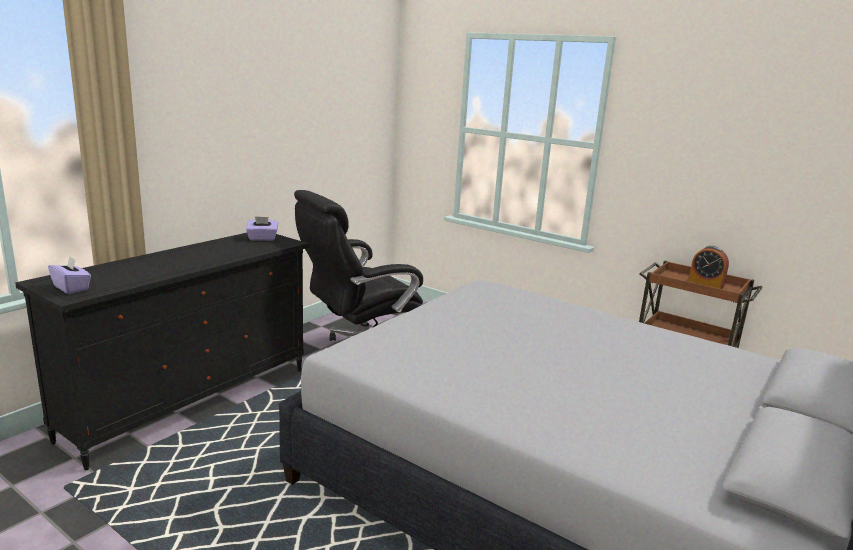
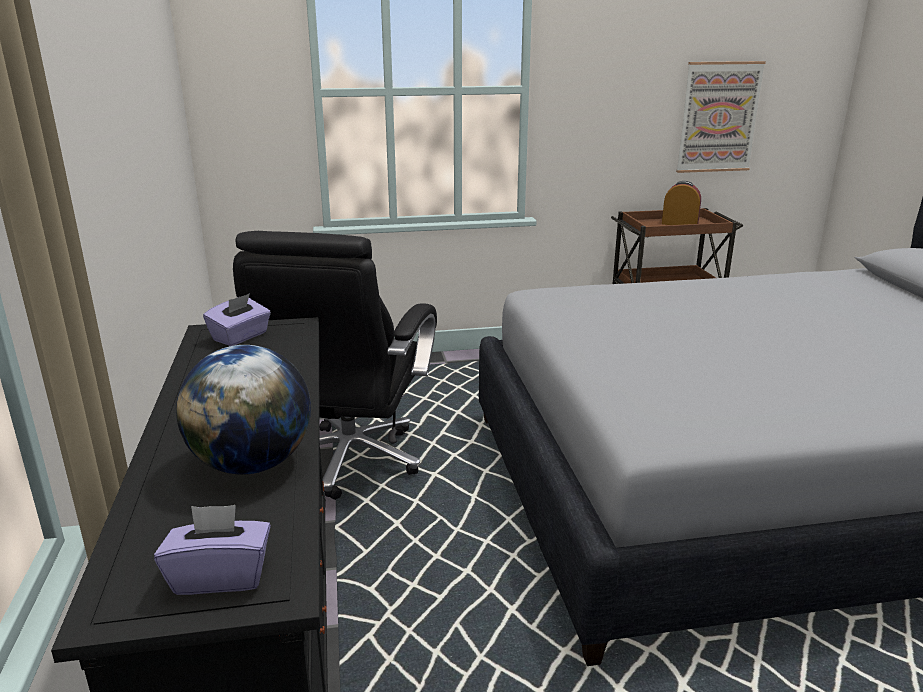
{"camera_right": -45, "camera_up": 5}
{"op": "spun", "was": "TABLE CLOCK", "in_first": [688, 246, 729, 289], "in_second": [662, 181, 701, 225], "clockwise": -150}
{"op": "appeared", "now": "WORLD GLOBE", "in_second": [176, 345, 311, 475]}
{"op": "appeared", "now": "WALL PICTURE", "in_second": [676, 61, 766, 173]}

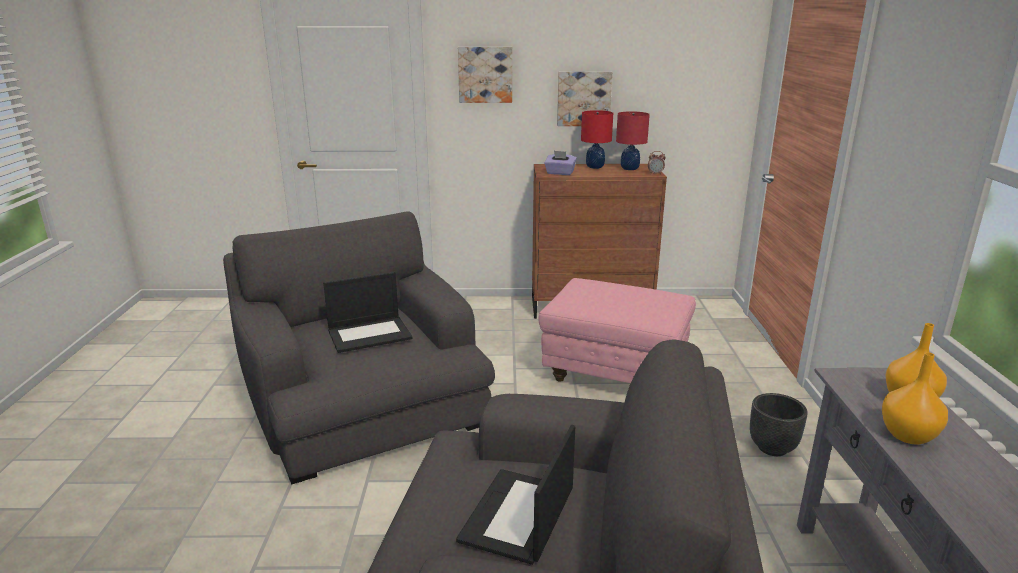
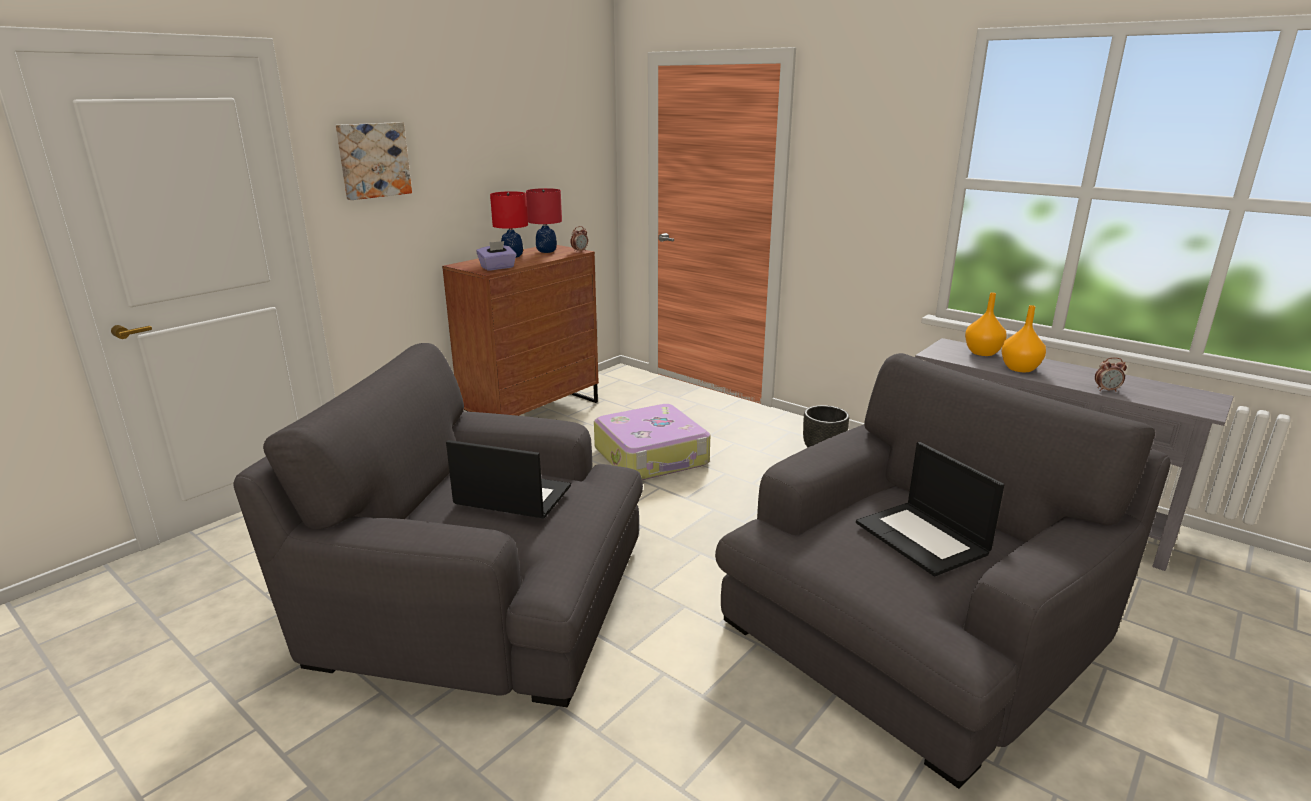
{"camera_right": -50, "camera_up": 0}
{"op": "spun", "was": "LAPTOP", "in_first": [323, 272, 412, 353], "in_second": [446, 440, 571, 518], "clockwise": -90}
{"op": "exchanged", "was": "PINK-COLOURED FOOTREST", "now": "PIECE OF LUGGAGE", "in_first": [538, 278, 696, 383], "in_second": [594, 404, 710, 480]}
{"op": "missing", "was": "WALL PICTURE", "in_first": [557, 71, 612, 126]}
{"op": "appeared", "now": "TABLE CLOCK", "in_second": [1095, 357, 1127, 392]}

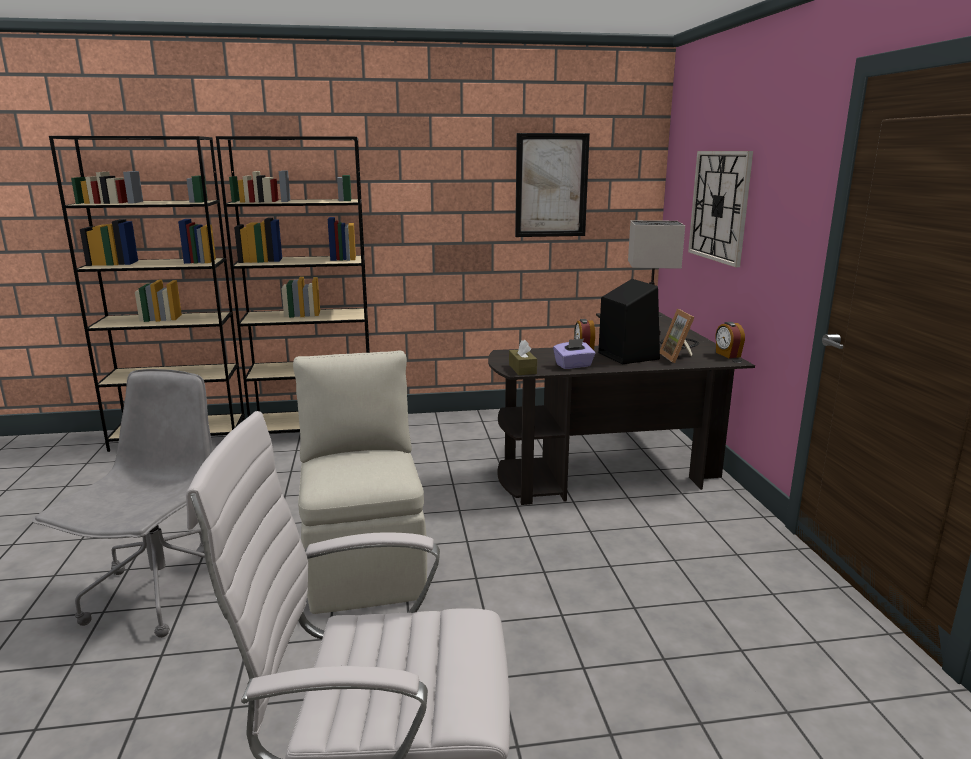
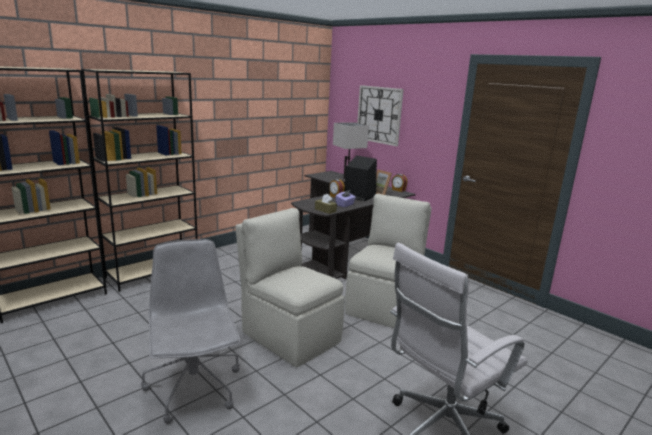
{"camera_right": -35, "camera_up": 0}
{"op": "missing", "was": "WALL PICTURE", "in_first": [515, 133, 590, 237]}
{"op": "appeared", "now": "BEIGE-COLOURED CHAIR", "in_second": [345, 194, 431, 328]}

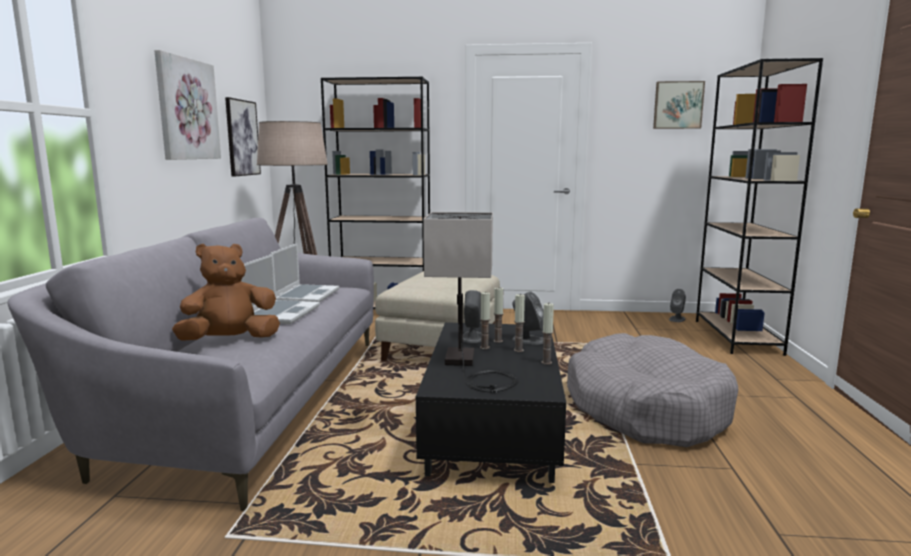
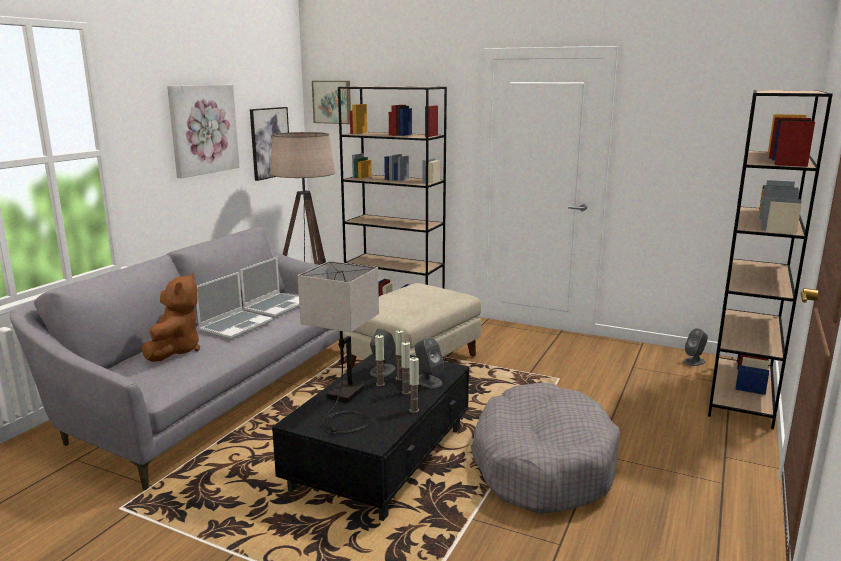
{"camera_right": 20, "camera_up": 5}
{"op": "spun", "was": "BROWN SOFT TOY", "in_first": [172, 244, 280, 341], "in_second": [142, 273, 200, 362], "clockwise": 105}
{"op": "relocated", "was": "WALL PICTURE", "in_first": [653, 81, 705, 129], "in_second": [312, 81, 351, 124]}

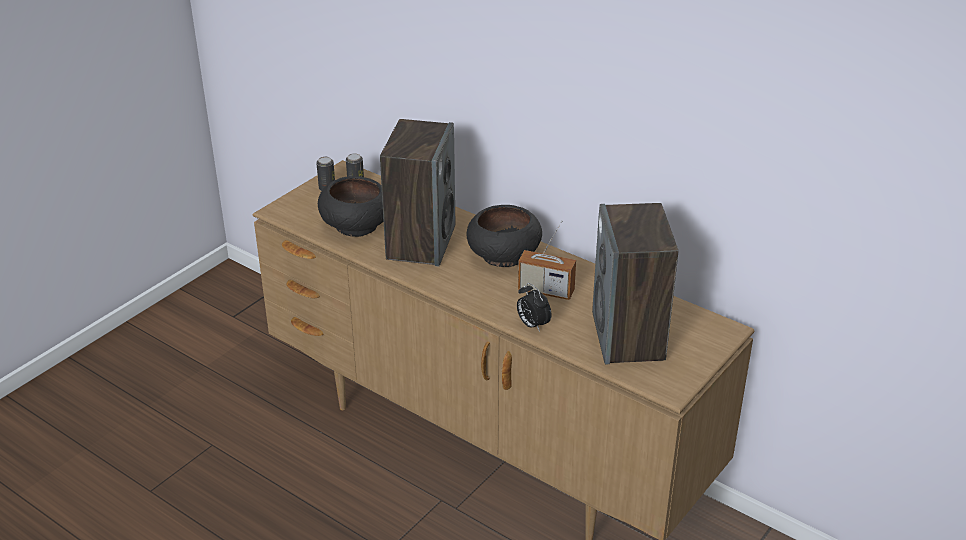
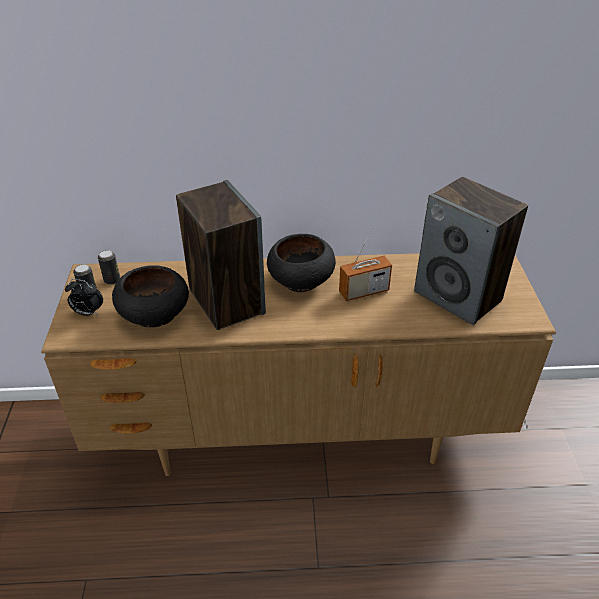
{"camera_right": -40, "camera_up": 5}
{"op": "relocated", "was": "TABLE CLOCK", "in_first": [517, 283, 551, 332], "in_second": [65, 279, 103, 316]}

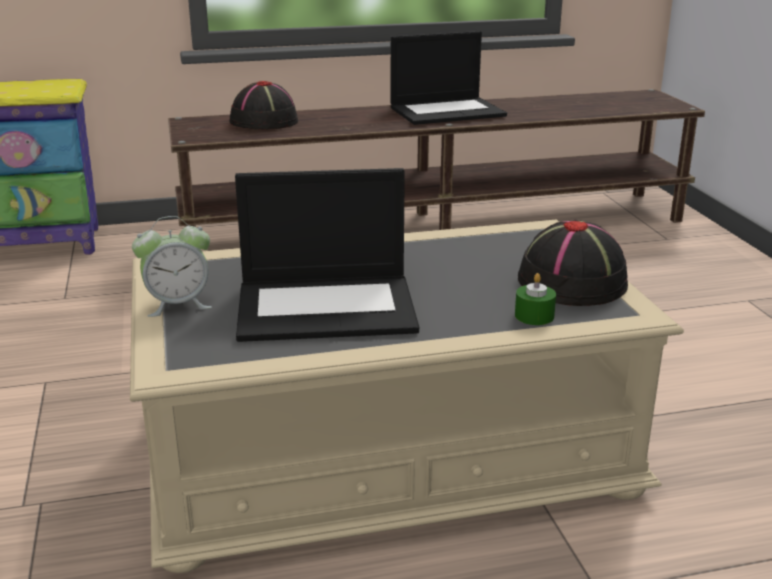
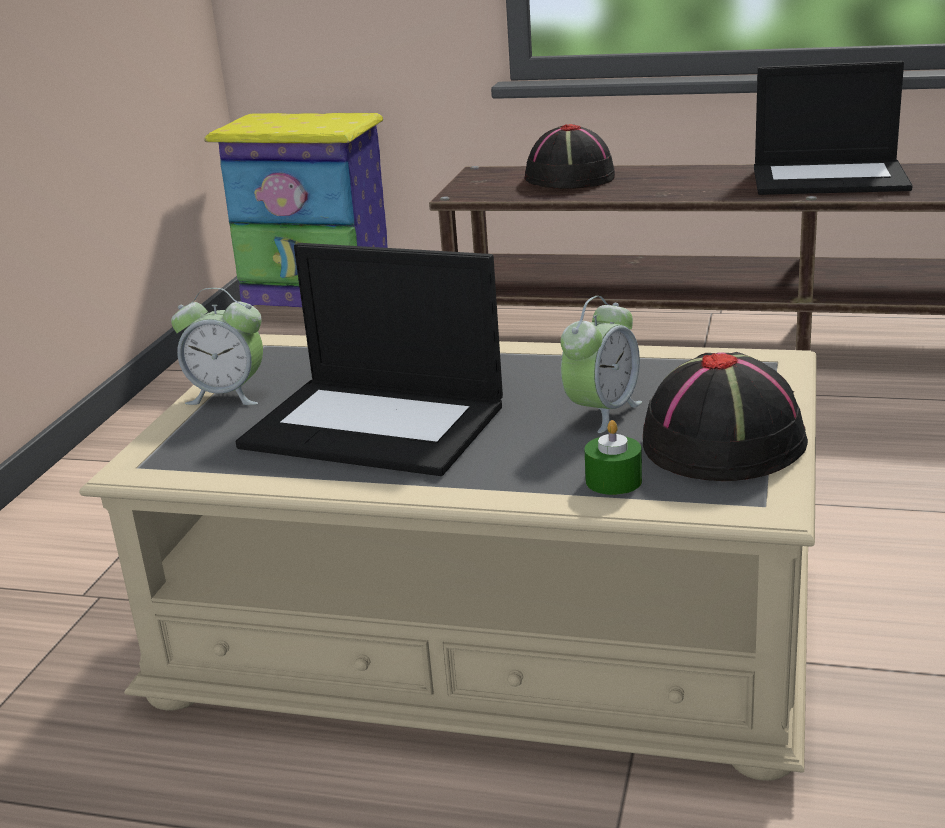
{"camera_right": 30, "camera_up": 0}
{"op": "appeared", "now": "TABLE CLOCK", "in_second": [561, 296, 642, 433]}

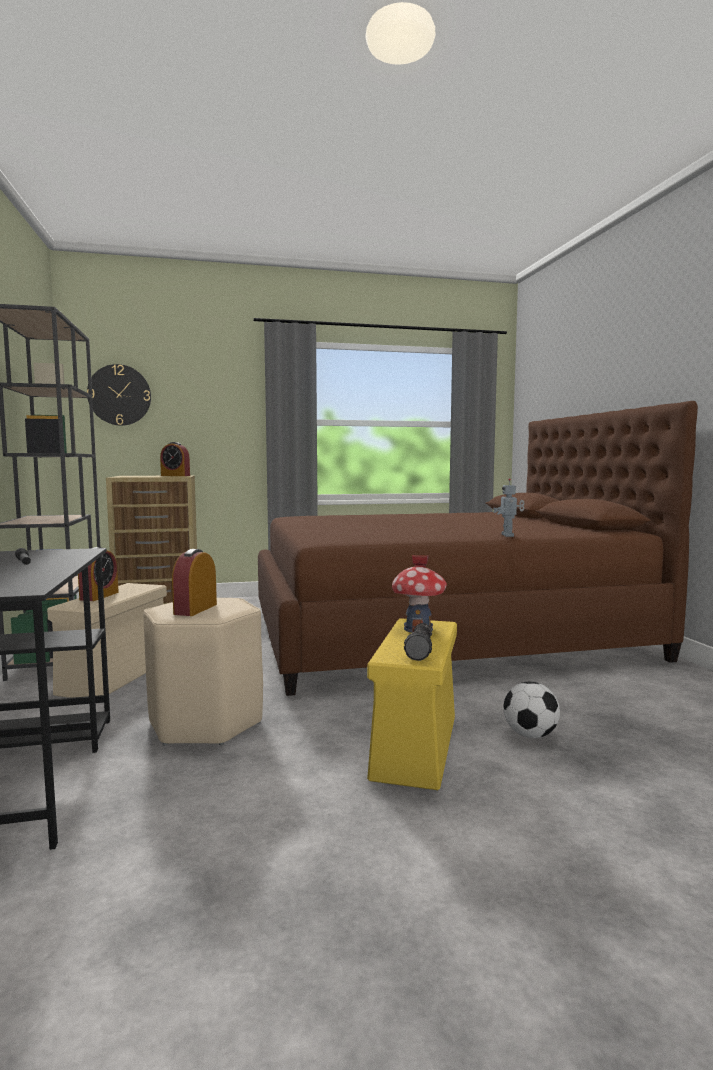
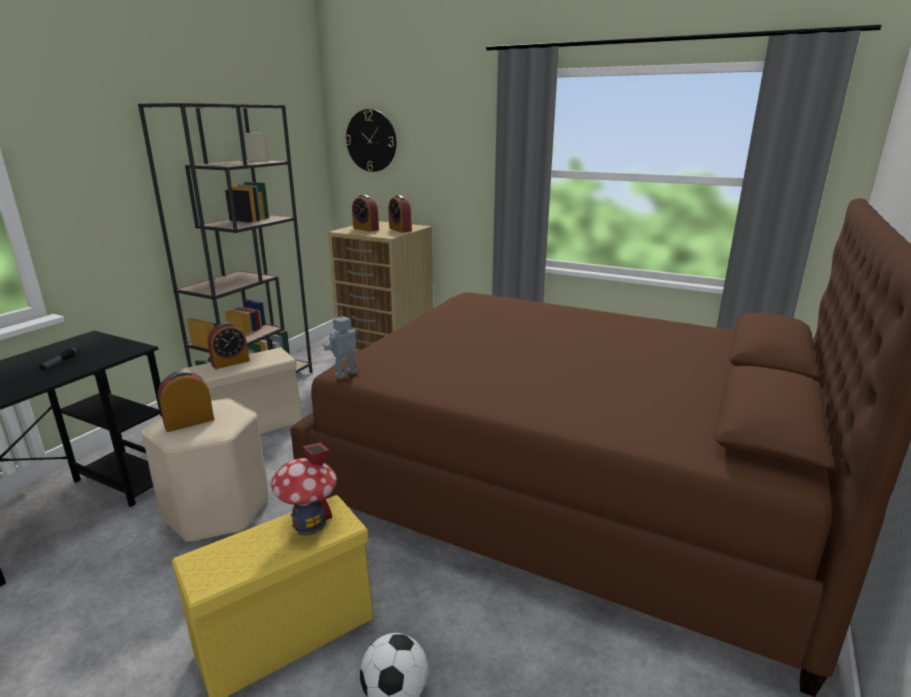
{"camera_right": 40, "camera_up": 15}
{"op": "missing", "was": "TORCH", "in_first": [404, 623, 432, 661]}
{"op": "relocated", "was": "TOY ROBOT", "in_first": [493, 478, 525, 537], "in_second": [323, 311, 357, 379]}
{"op": "appeared", "now": "TABLE CLOCK", "in_second": [352, 195, 379, 232]}

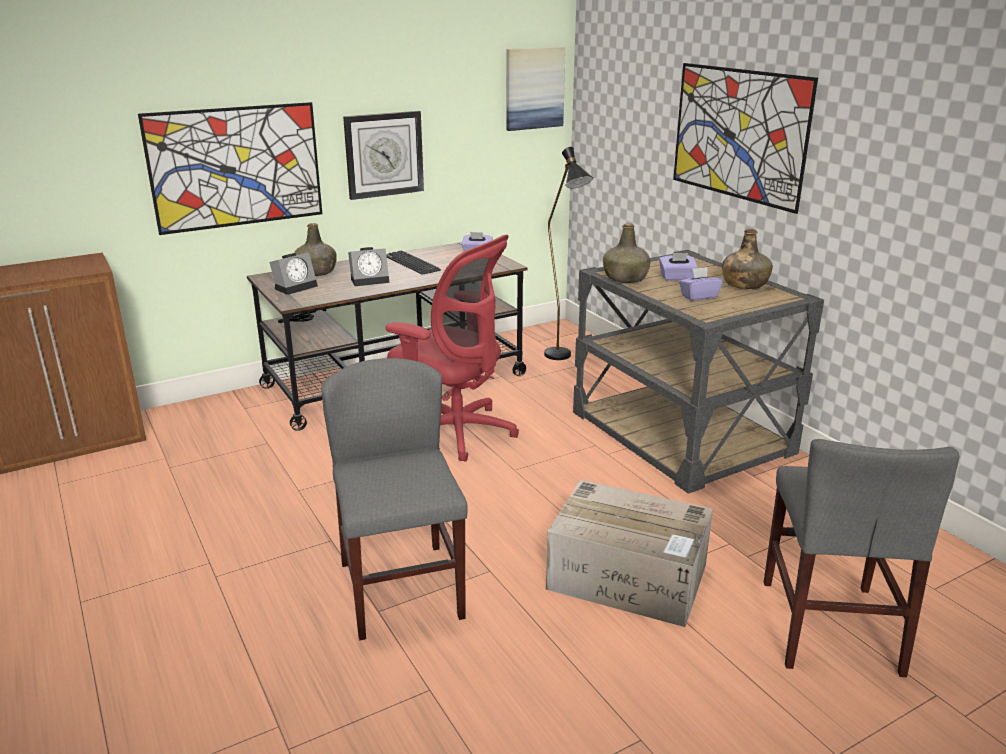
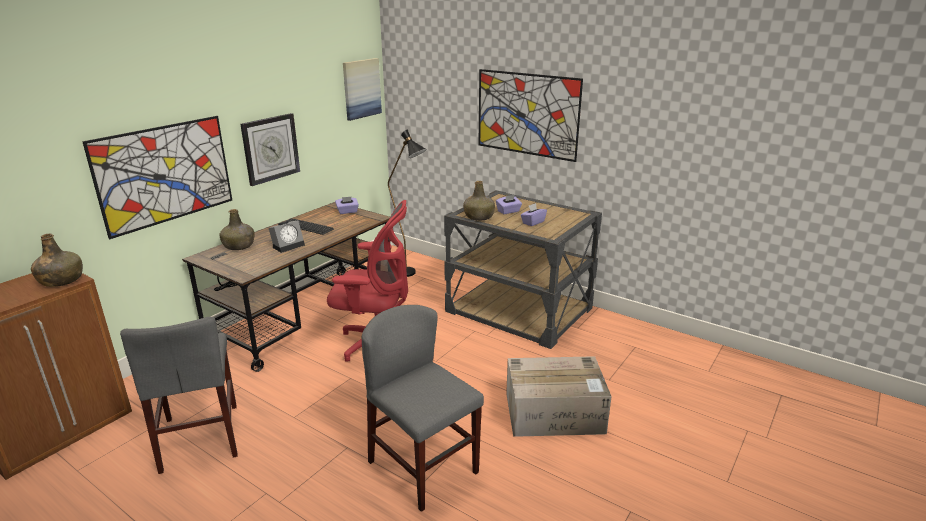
{"camera_right": -25, "camera_up": 0}
{"op": "missing", "was": "TABLE CLOCK", "in_first": [269, 252, 318, 295]}
{"op": "relocated", "was": "GREEN DRINK BOTTLE", "in_first": [722, 229, 773, 289], "in_second": [31, 233, 83, 287]}
{"op": "relocated", "was": "GRAY CHAIR", "in_first": [764, 439, 960, 677], "in_second": [120, 317, 238, 474]}

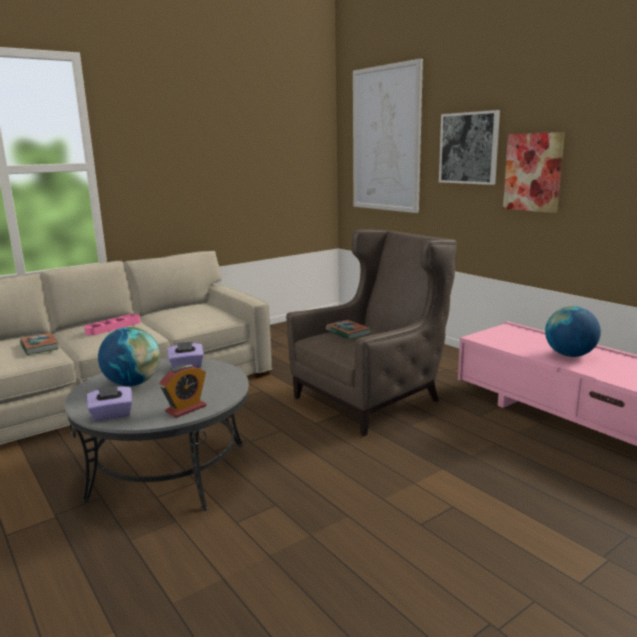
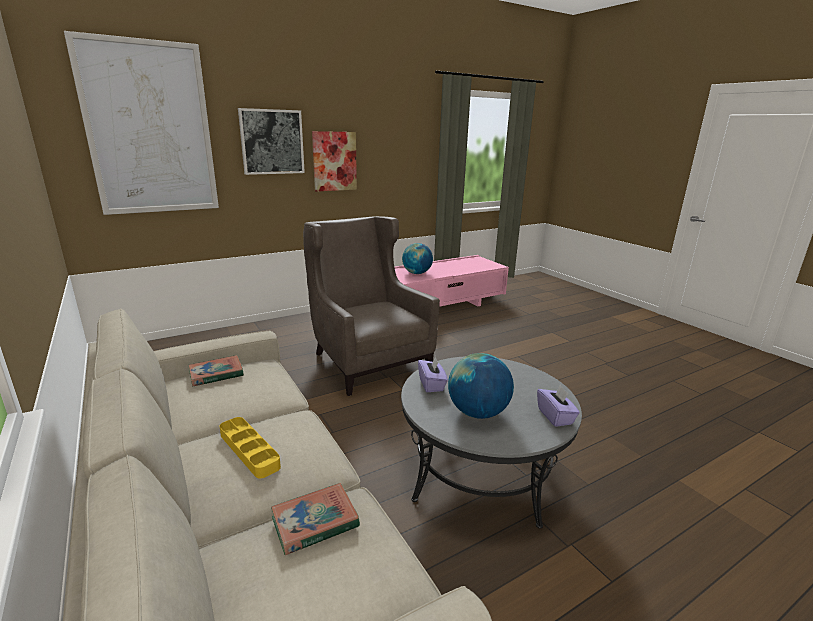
{"camera_right": -85, "camera_up": 5}
{"op": "colour", "was": "PINK-COLOURED SERVING TRAY", "now": "YELLOW SERVING TRAY", "in_first": [84, 314, 141, 336], "in_second": [220, 417, 281, 478]}
{"op": "missing", "was": "TABLE CLOCK", "in_first": [159, 364, 206, 418]}
{"op": "relocated", "was": "VOLUME", "in_first": [326, 320, 372, 340], "in_second": [189, 355, 244, 387]}

